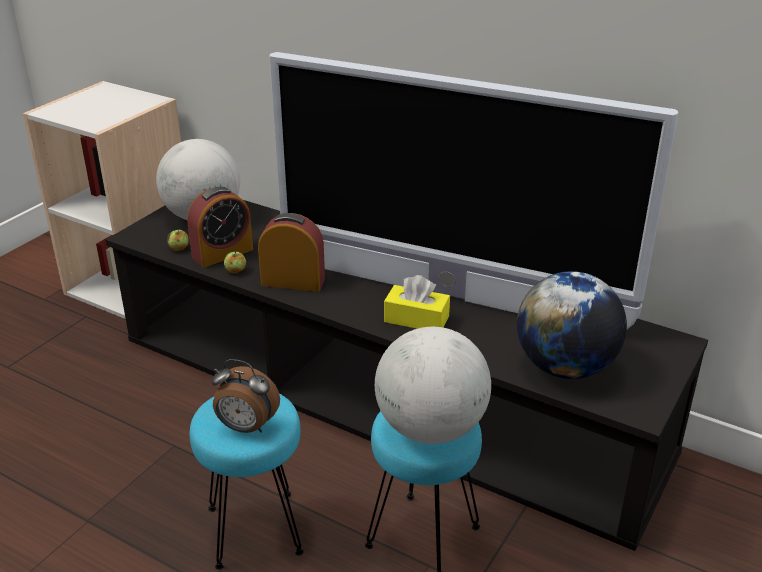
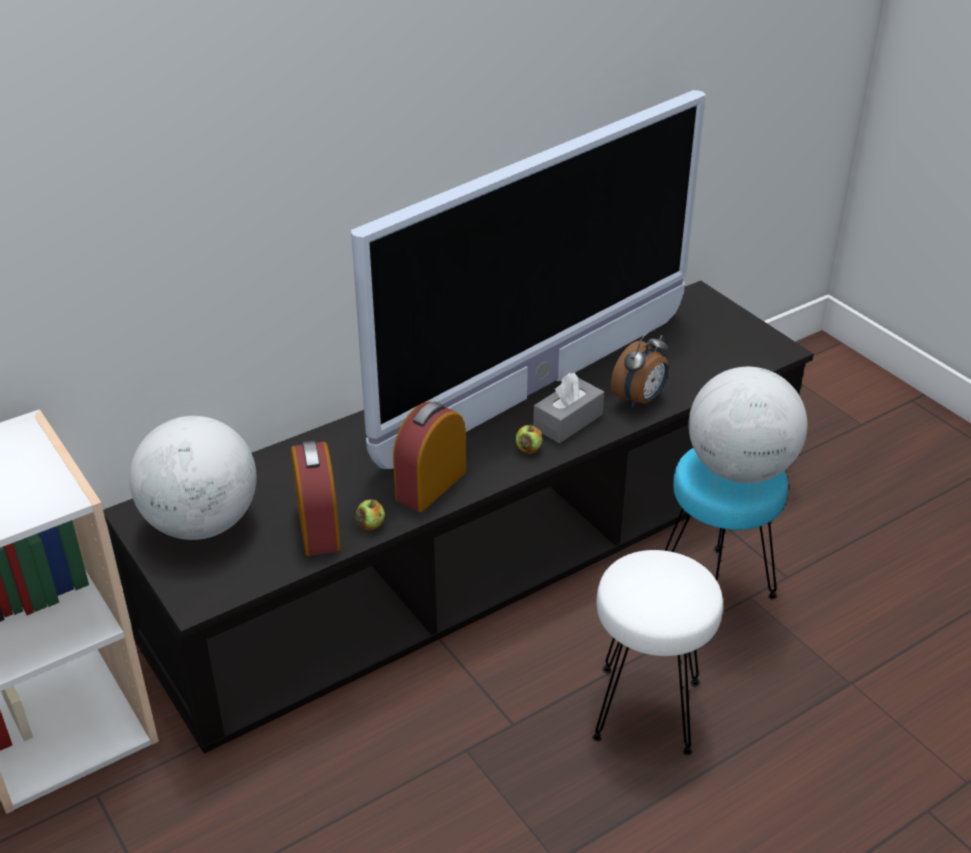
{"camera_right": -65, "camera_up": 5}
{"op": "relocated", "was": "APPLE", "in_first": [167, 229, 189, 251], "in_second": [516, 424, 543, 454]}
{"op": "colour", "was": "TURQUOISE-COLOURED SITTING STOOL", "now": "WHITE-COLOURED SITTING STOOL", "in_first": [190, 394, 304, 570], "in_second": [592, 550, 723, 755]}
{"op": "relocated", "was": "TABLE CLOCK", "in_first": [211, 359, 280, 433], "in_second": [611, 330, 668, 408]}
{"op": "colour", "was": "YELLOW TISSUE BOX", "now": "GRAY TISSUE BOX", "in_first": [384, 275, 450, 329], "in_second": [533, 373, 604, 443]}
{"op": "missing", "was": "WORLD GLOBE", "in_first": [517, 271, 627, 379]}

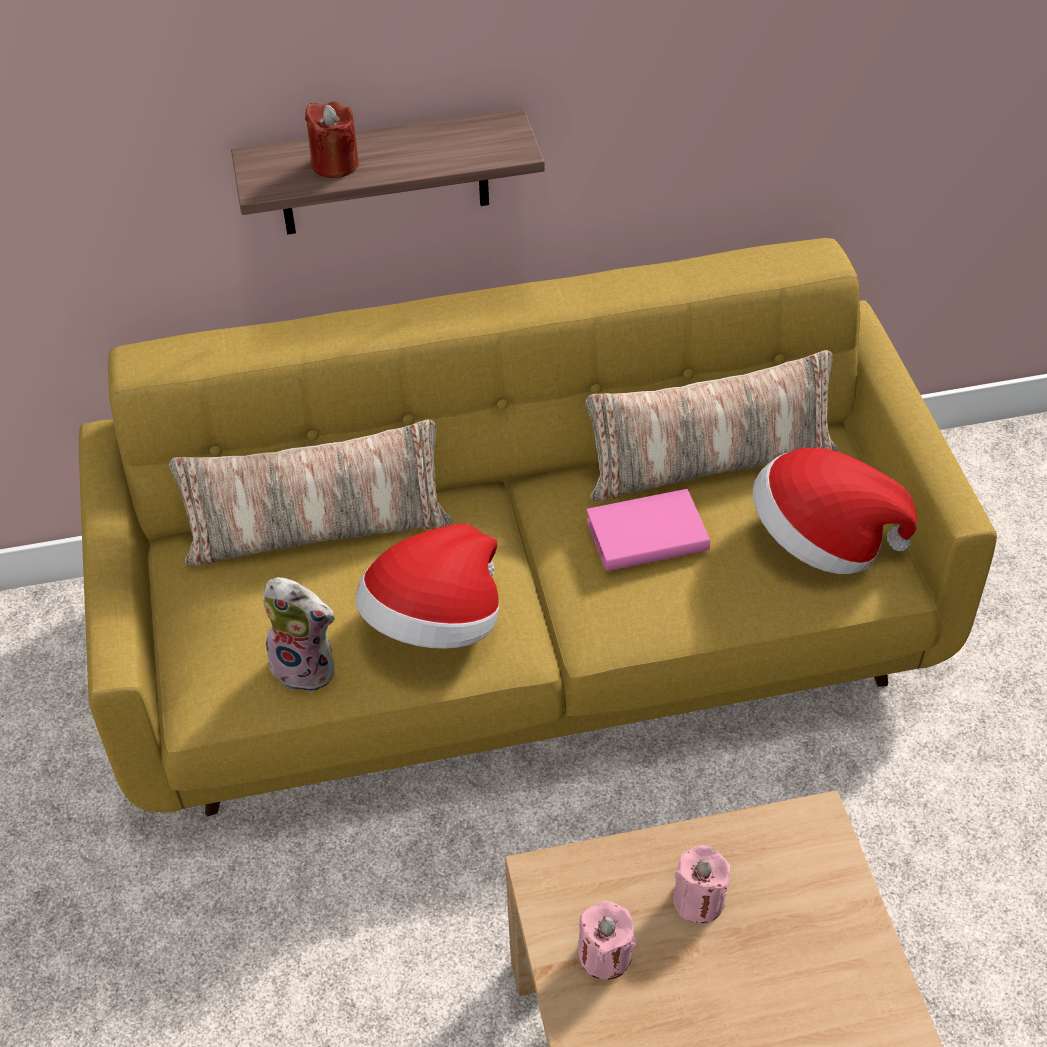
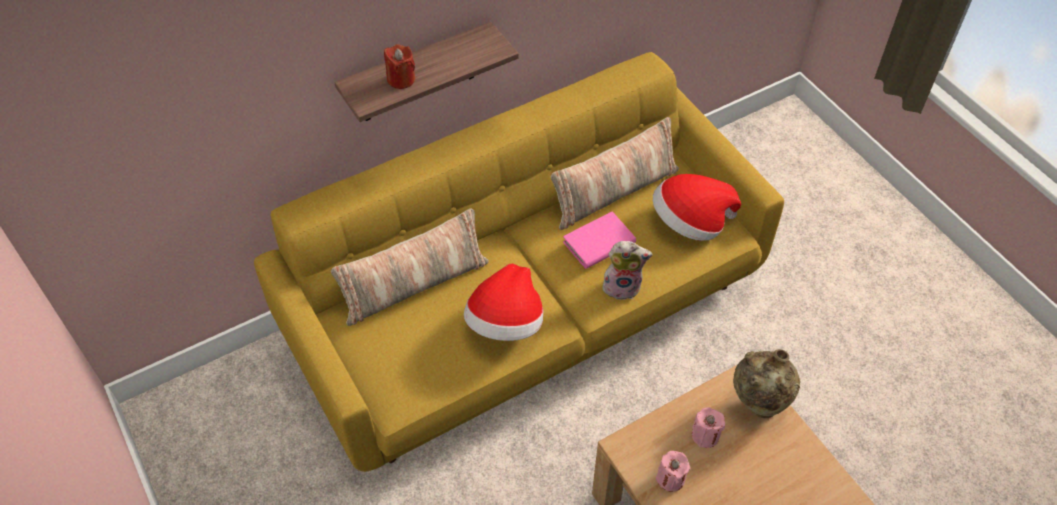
{"camera_right": -20, "camera_up": 5}
{"op": "relocated", "was": "SOFT TOY", "in_first": [262, 577, 335, 693], "in_second": [603, 241, 653, 300]}
{"op": "appeared", "now": "BEIGE-COLOURED DECORATIVE VASE", "in_second": [733, 349, 800, 418]}

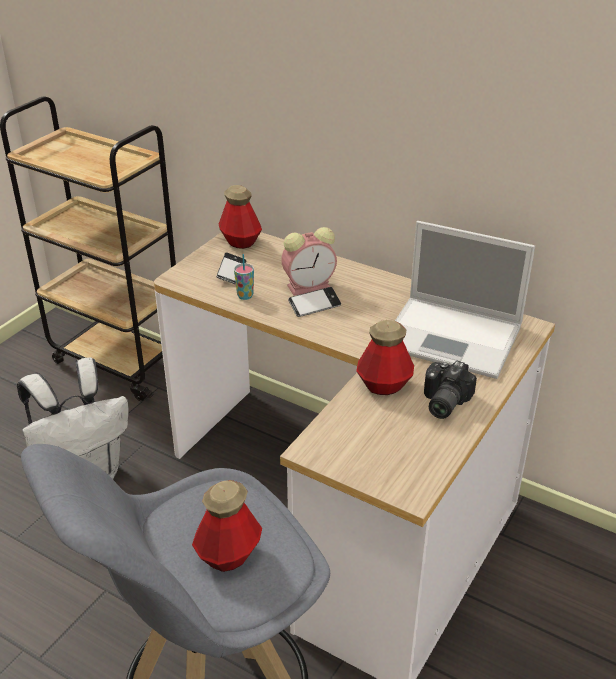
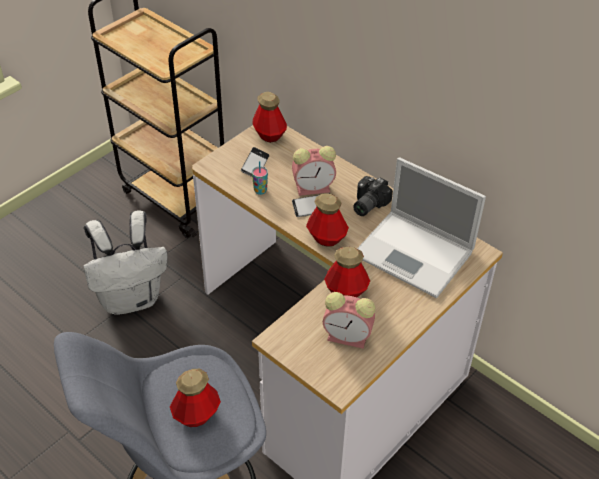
{"camera_right": 10, "camera_up": 10}
{"op": "relocated", "was": "STILL CAMERA", "in_first": [424, 361, 477, 419], "in_second": [353, 176, 393, 216]}
{"op": "appeared", "now": "DRINK BOTTLE", "in_second": [306, 194, 349, 247]}
{"op": "appeared", "now": "TABLE CLOCK", "in_second": [323, 292, 375, 349]}

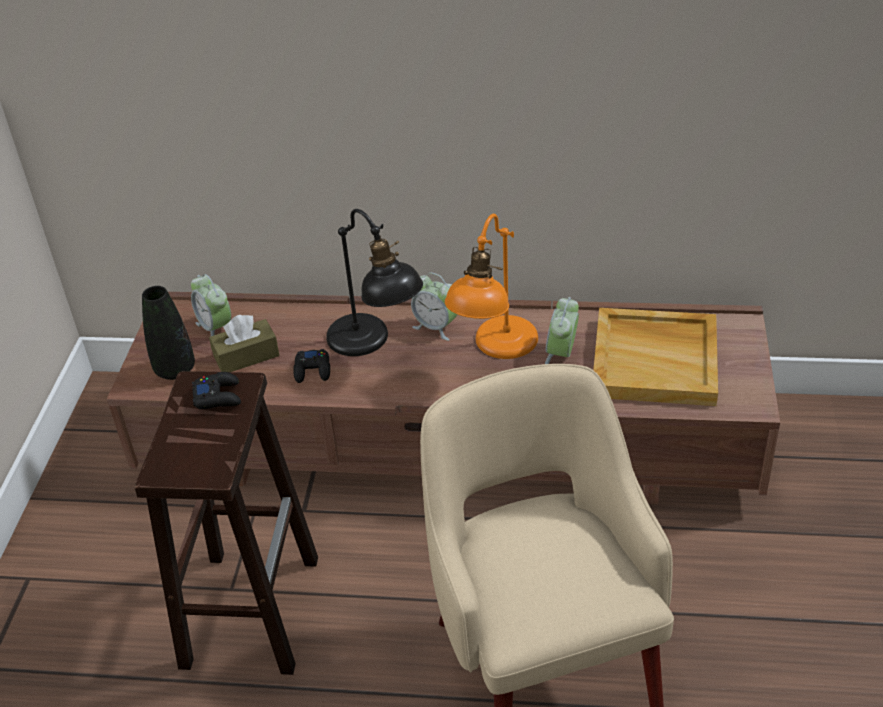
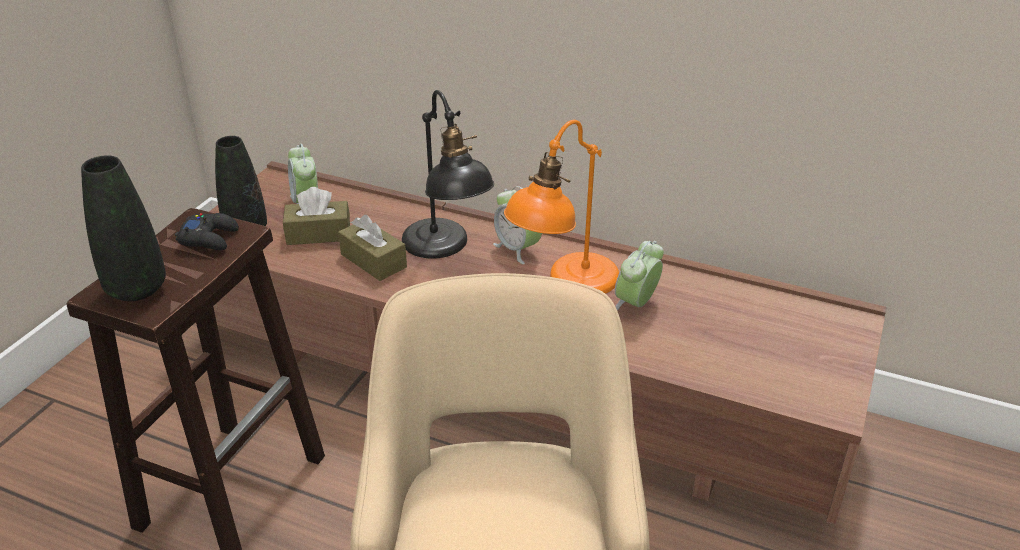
{"camera_right": 15, "camera_up": -5}
{"op": "exchanged", "was": "BLACK-COLOURED GAME CONTROLLER", "now": "BROWN TISSUE BOX", "in_first": [293, 349, 330, 383], "in_second": [338, 215, 407, 281]}
{"op": "missing", "was": "BEIGE-COLOURED SERVING TRAY", "in_first": [593, 308, 718, 406]}
{"op": "appeared", "now": "BLACK-COLOURED DECORATIVE VASE", "in_second": [81, 155, 166, 301]}

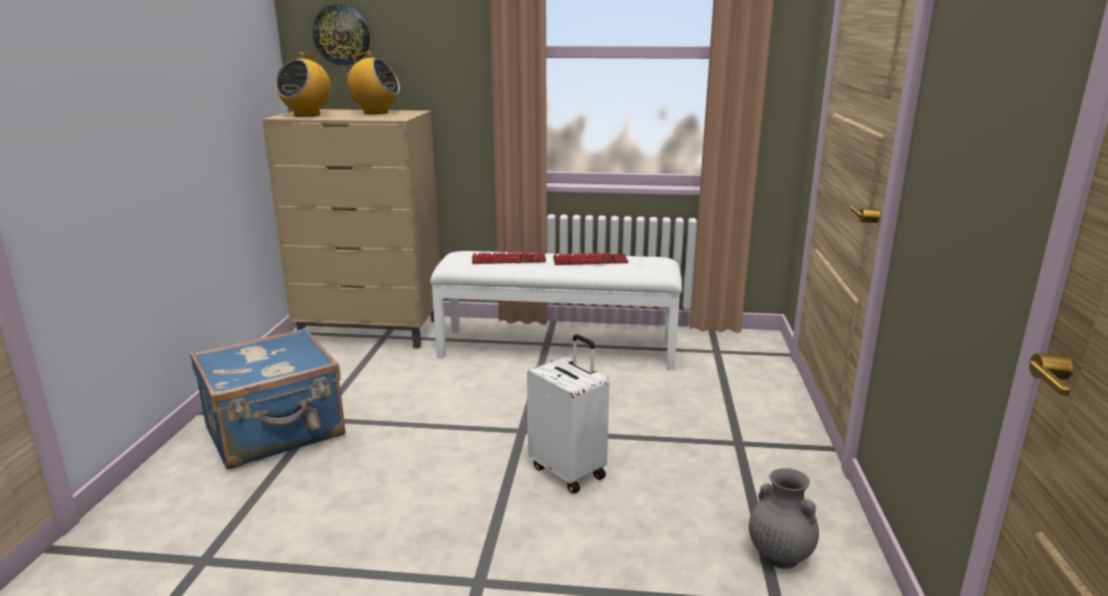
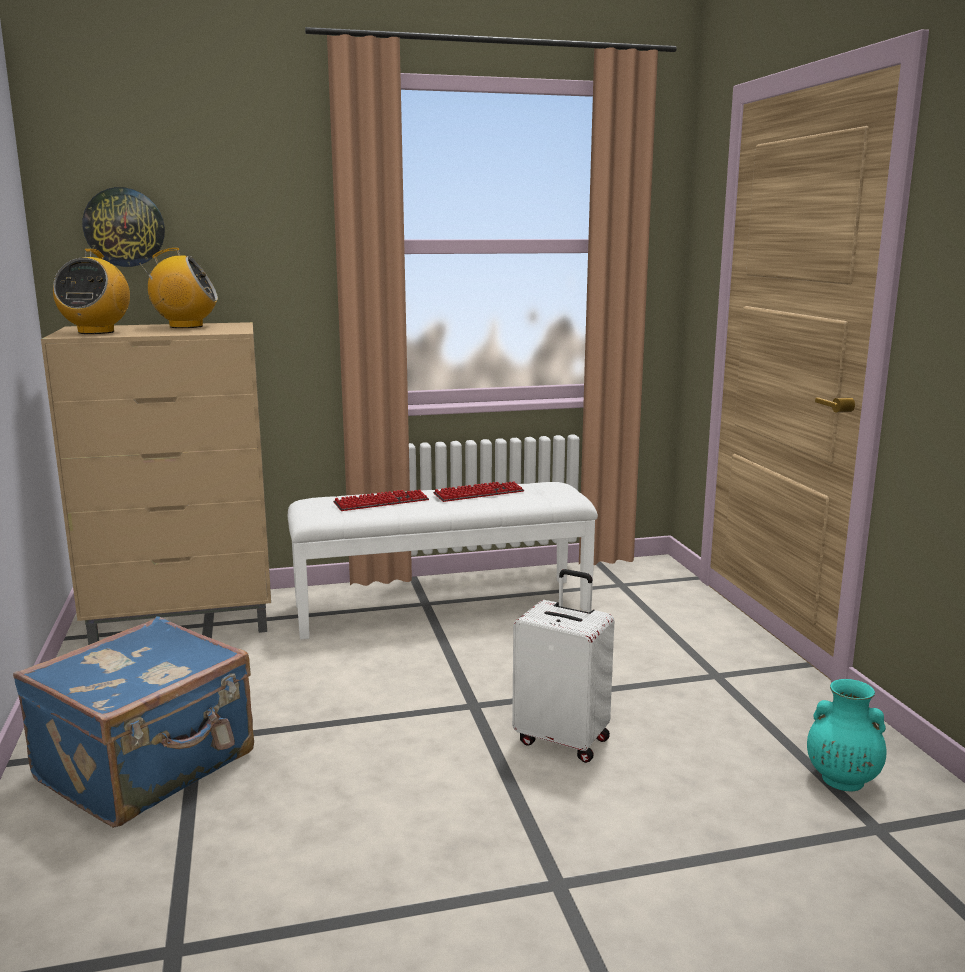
{"camera_right": -20, "camera_up": -5}
{"op": "colour", "was": "GRAY DECORATIVE VASE", "now": "TURQUOISE-COLOURED DECORATIVE VASE", "in_first": [749, 468, 819, 569], "in_second": [807, 679, 886, 791]}

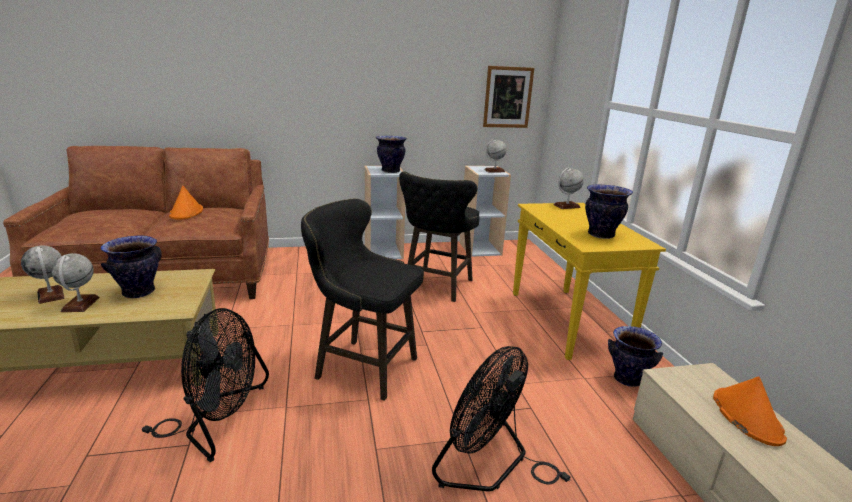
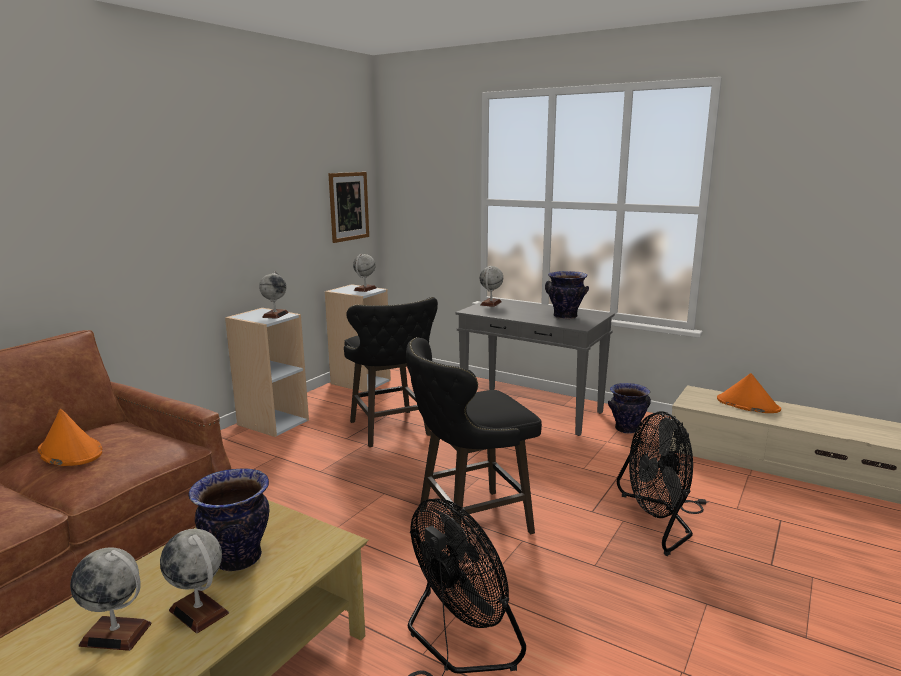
{"camera_right": -45, "camera_up": -5}
{"op": "exchanged", "was": "DECORATIVE VASE", "now": "WORLD GLOBE", "in_first": [376, 136, 407, 173], "in_second": [259, 271, 289, 319]}
{"op": "colour", "was": "YELLOW HALL TABLE", "now": "GRAY HALL TABLE", "in_first": [513, 203, 666, 360], "in_second": [455, 298, 615, 436]}

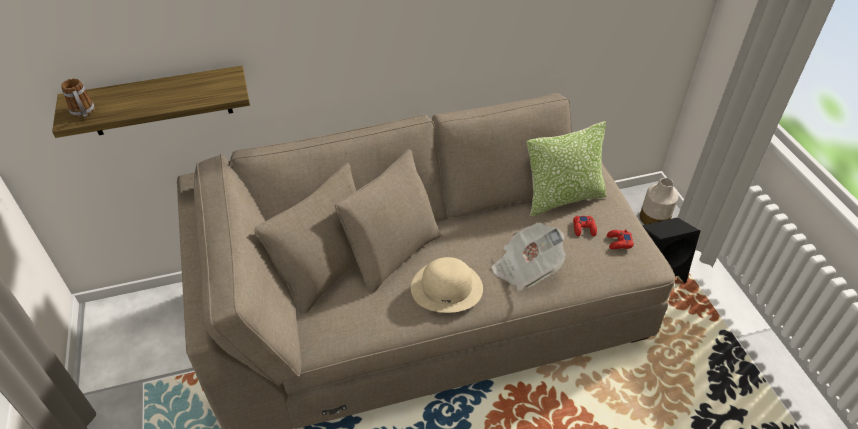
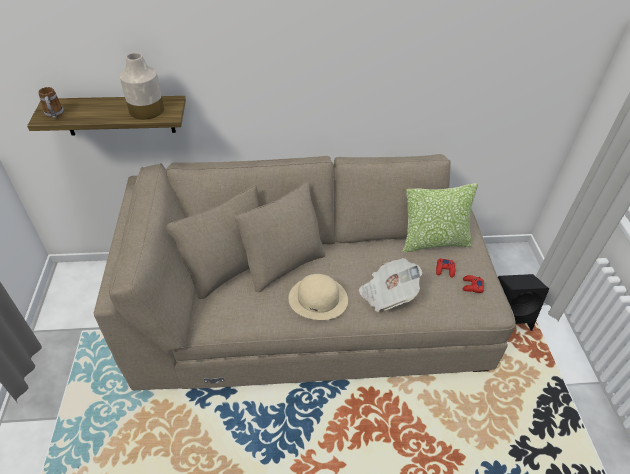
{"camera_right": 10, "camera_up": 0}
{"op": "relocated", "was": "BEIGE-COLOURED DECORATIVE VASE", "in_first": [639, 178, 678, 225], "in_second": [120, 53, 164, 119]}

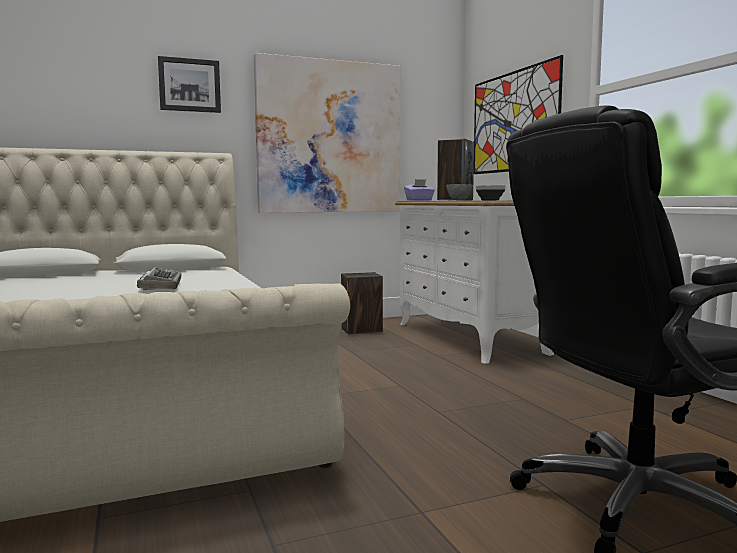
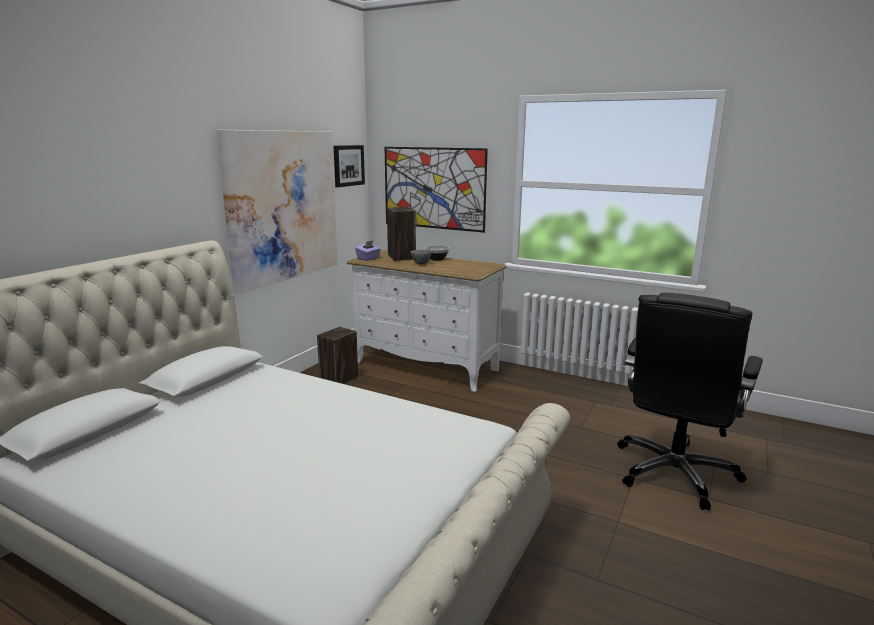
{"camera_right": -40, "camera_up": 10}
{"op": "missing", "was": "PC KEYBOARD", "in_first": [137, 267, 181, 290]}
{"op": "relocated", "was": "WALL PICTURE", "in_first": [158, 56, 221, 113], "in_second": [333, 145, 365, 187]}

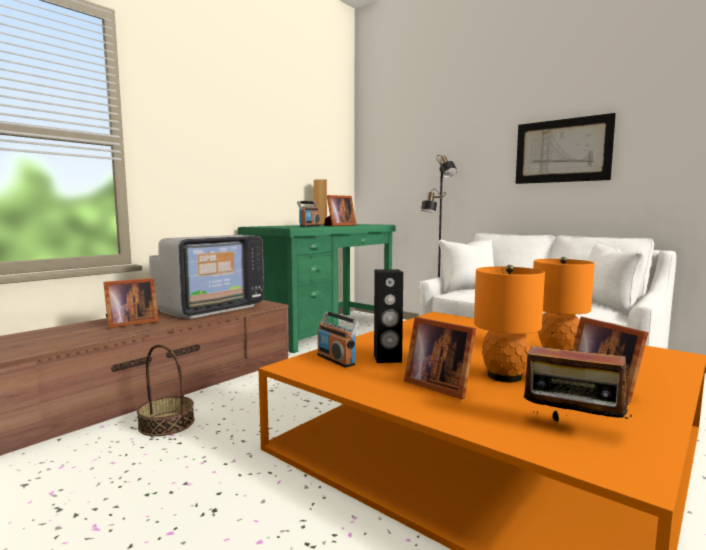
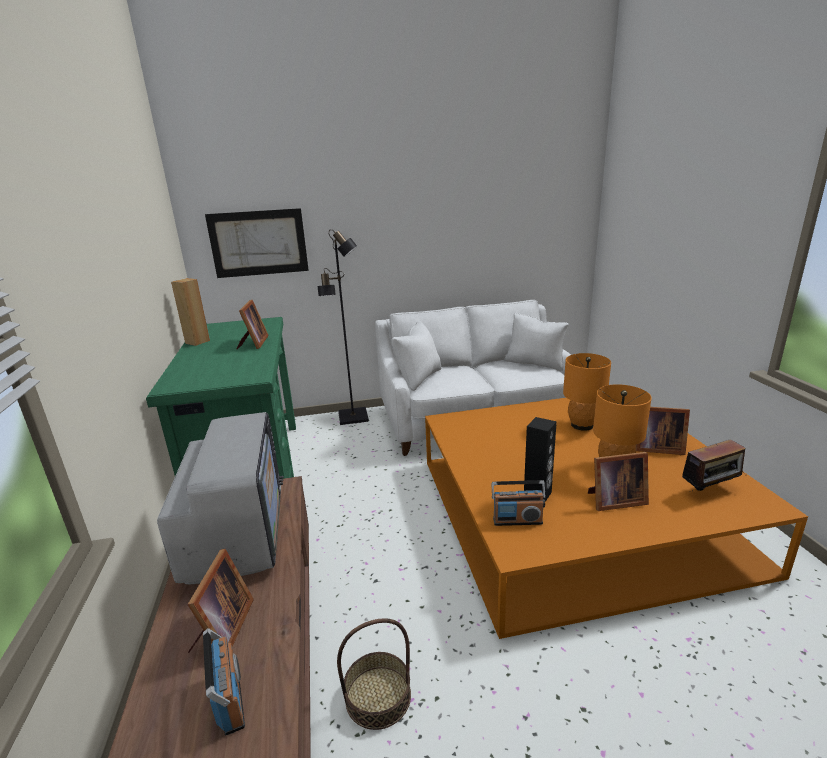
{"camera_right": -50, "camera_up": 15}
{"op": "relocated", "was": "RADIO SET", "in_first": [297, 201, 320, 227], "in_second": [203, 628, 245, 736]}
{"op": "relocated", "was": "WALL PICTURE", "in_first": [516, 113, 616, 184], "in_second": [205, 208, 309, 278]}

